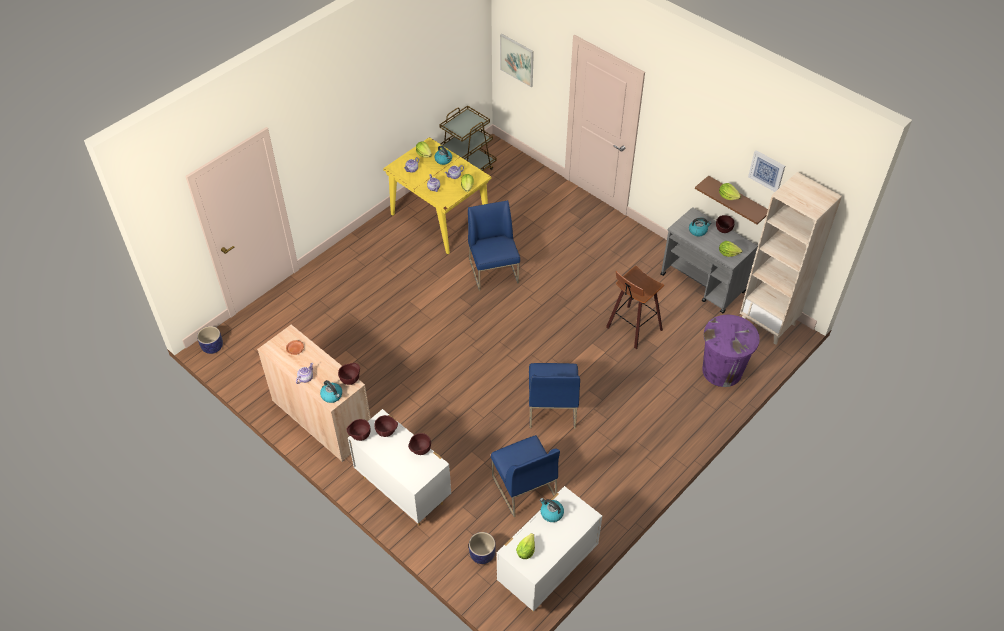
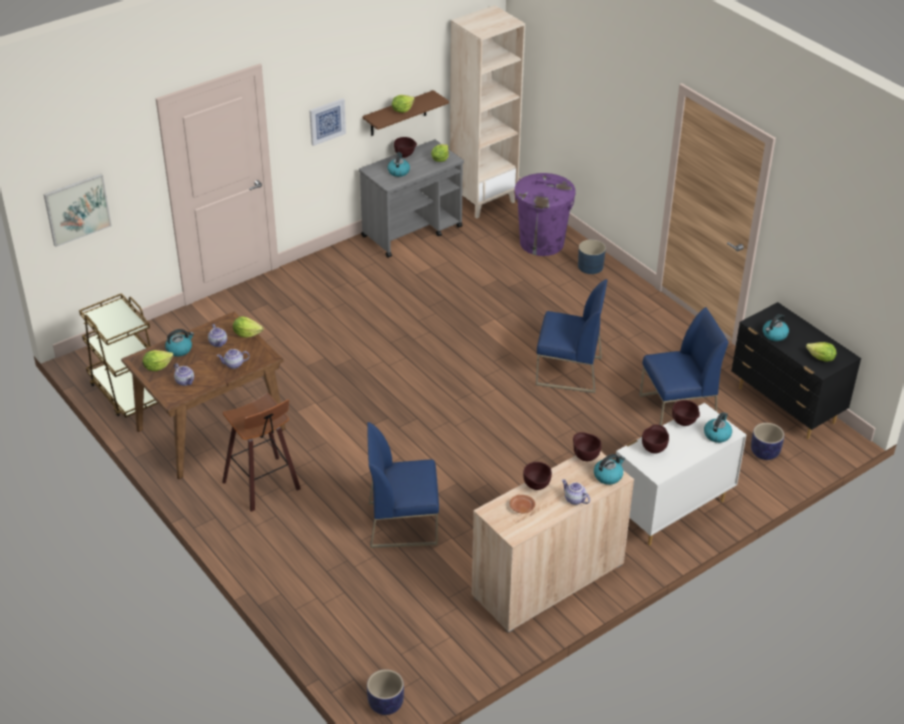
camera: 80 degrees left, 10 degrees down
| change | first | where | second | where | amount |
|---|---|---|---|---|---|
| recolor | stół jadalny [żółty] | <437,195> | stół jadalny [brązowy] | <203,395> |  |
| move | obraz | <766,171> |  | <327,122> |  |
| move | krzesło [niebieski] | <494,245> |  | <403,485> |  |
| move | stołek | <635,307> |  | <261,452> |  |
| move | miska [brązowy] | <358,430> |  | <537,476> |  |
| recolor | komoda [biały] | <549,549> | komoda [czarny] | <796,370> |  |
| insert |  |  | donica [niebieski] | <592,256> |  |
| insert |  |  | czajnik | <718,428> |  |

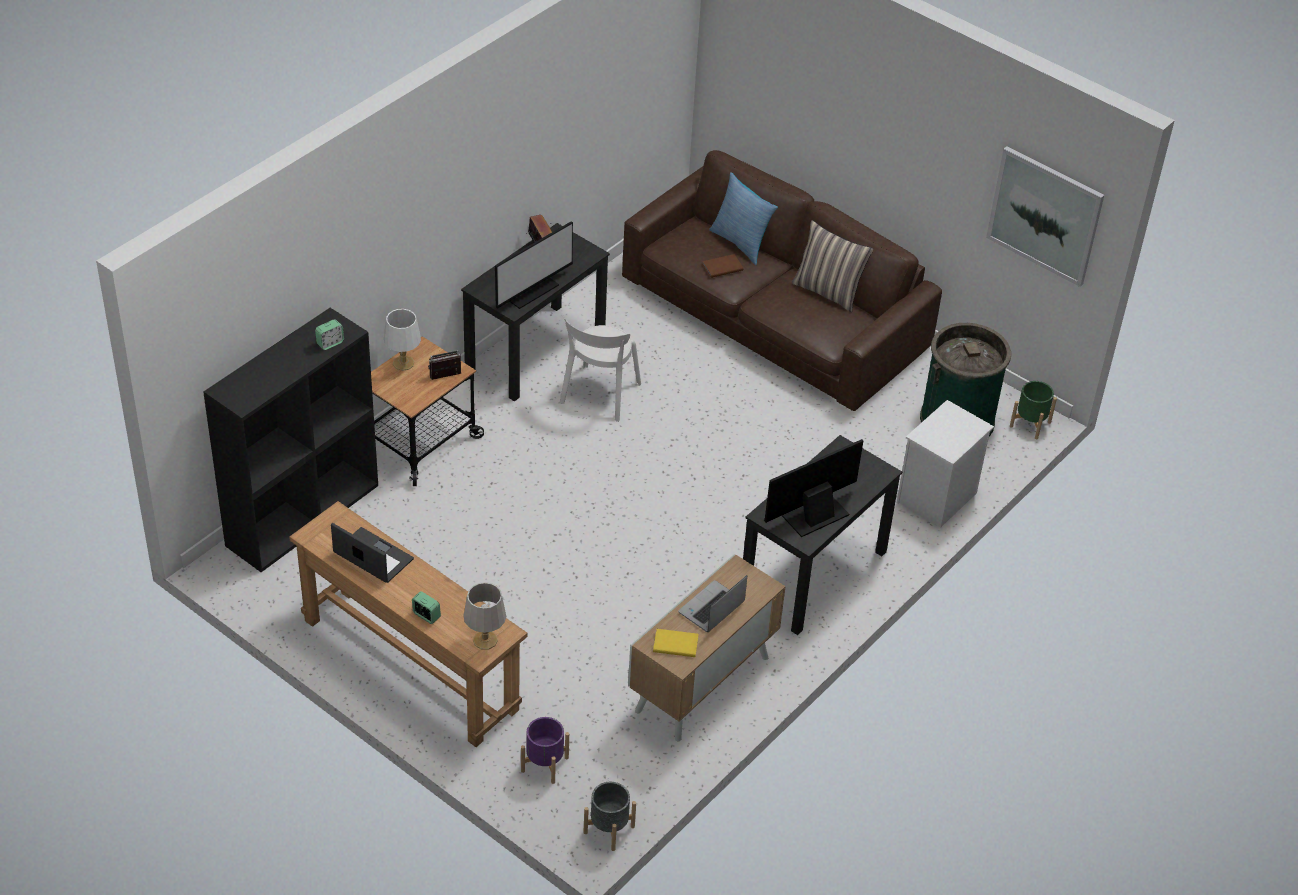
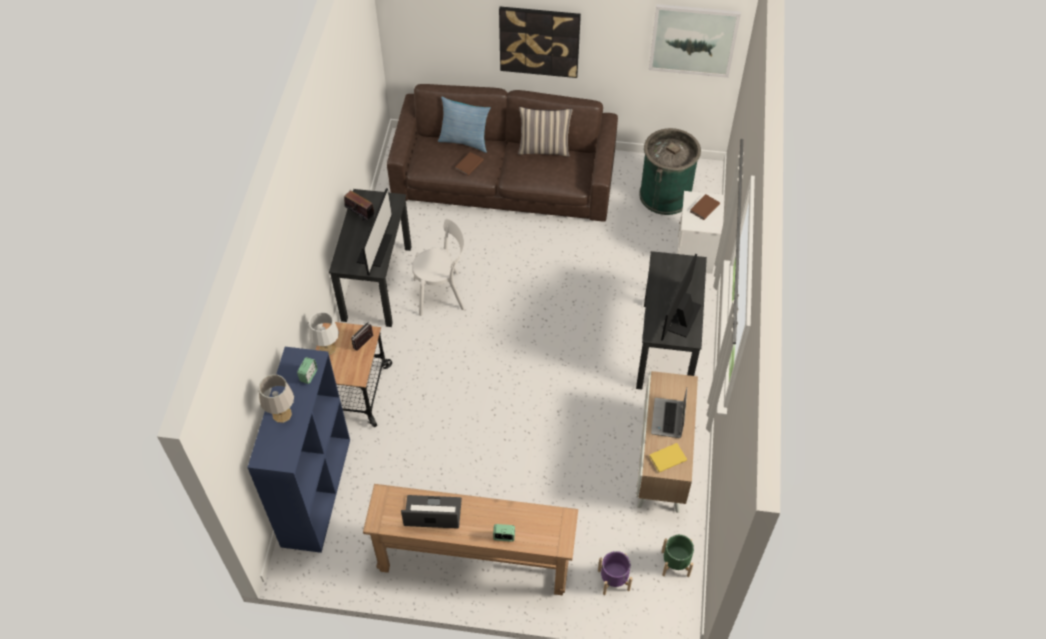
camera: 30 degrees left, 10 degrees up
| change | first | where | second | where | amount |
|---|---|---|---|---|---|
| recolor | regał [czarny] | <290,440> | regał [niebieski] | <298,450> |  |
| rotate | krzesło [biały] | <600,367> |  | <438,267> | 90 degrees counterclockwise |
| move | donica [zielony] | <1033,410> |  | <678,556> |  |
| move | lampa stołowa [szary] | <484,616> |  | <276,398> |  |
| delete | donica [szary] | <609,816> |  |  |  |
| insert |  |  | obraz | <540,42> |  |
| insert |  |  | książka [brązowy] | <705,207> |  |

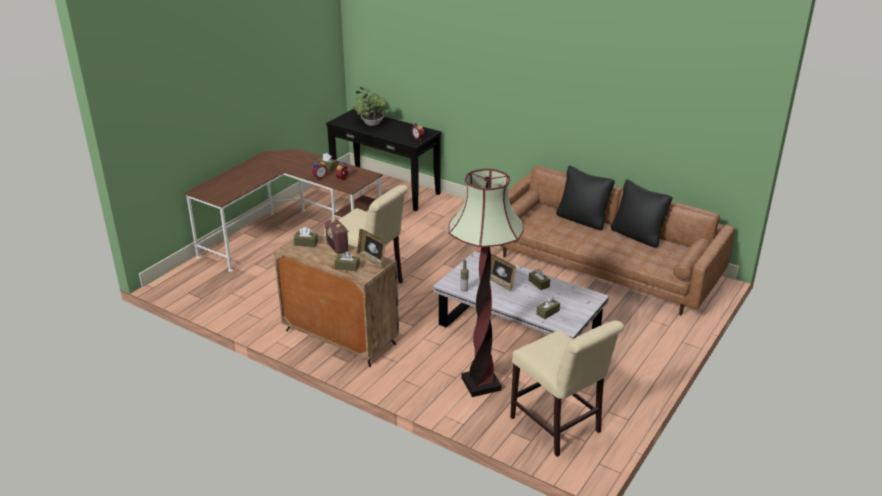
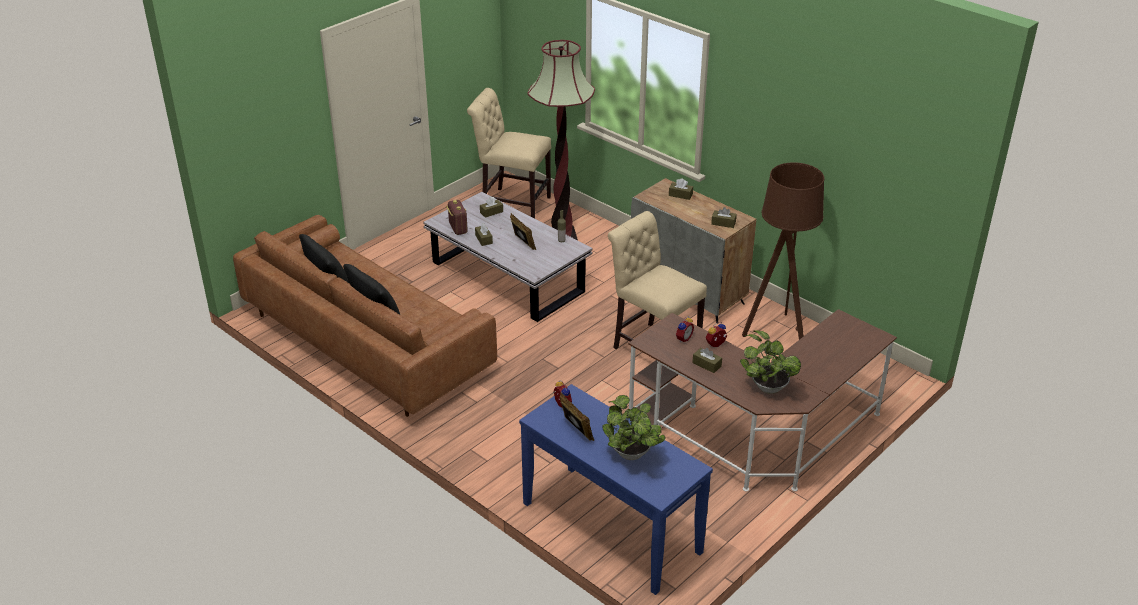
camera: 170 degrees left, 5 degrees up
| change | first | where | second | where | amount |
|---|---|---|---|---|---|
| recolor | stolik konsolowy [czarny] | <383,160> | stolik konsolowy [niebieski] | <616,489> |  |
| move | radio | <337,236> |  | <457,217> |  |
| move | ramka na zdjęcie | <371,248> |  | <576,416> |  |
| rotate | krzesło [beżowy] | <567,388> |  | <509,153> | 45 degrees counterclockwise |
| insert |  |  | lampa stojąca [brązowy] | <783,251> |  |
| insert |  |  | roślina doniczkowa | <770,362> |  |

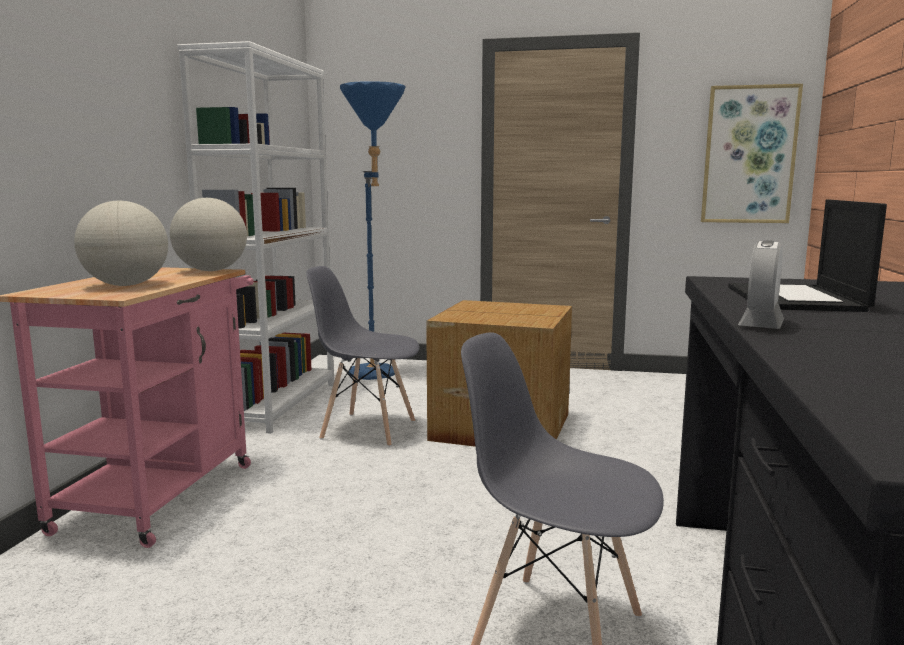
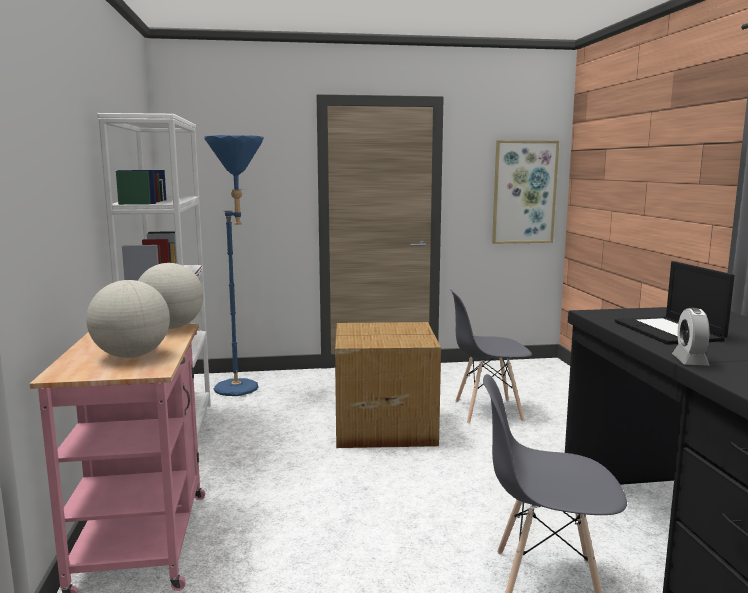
camera: 20 degrees left, 0 degrees up
| change | first | where | second | where | amount |
|---|---|---|---|---|---|
| move | krzesło [szary] | <363,356> |  | <491,356> |  |

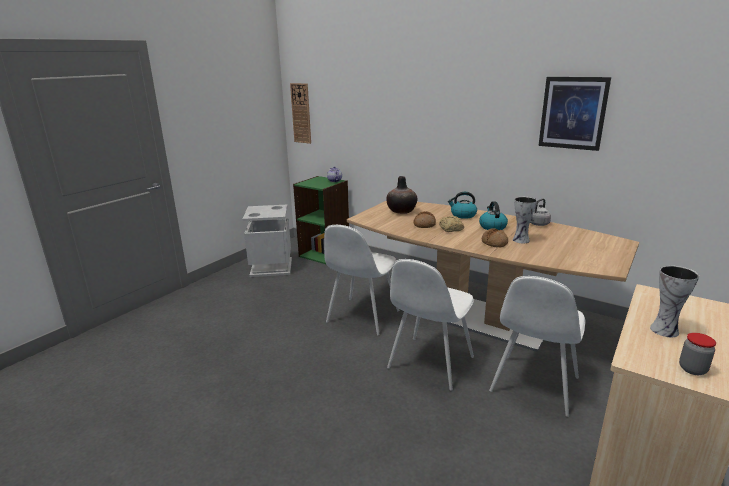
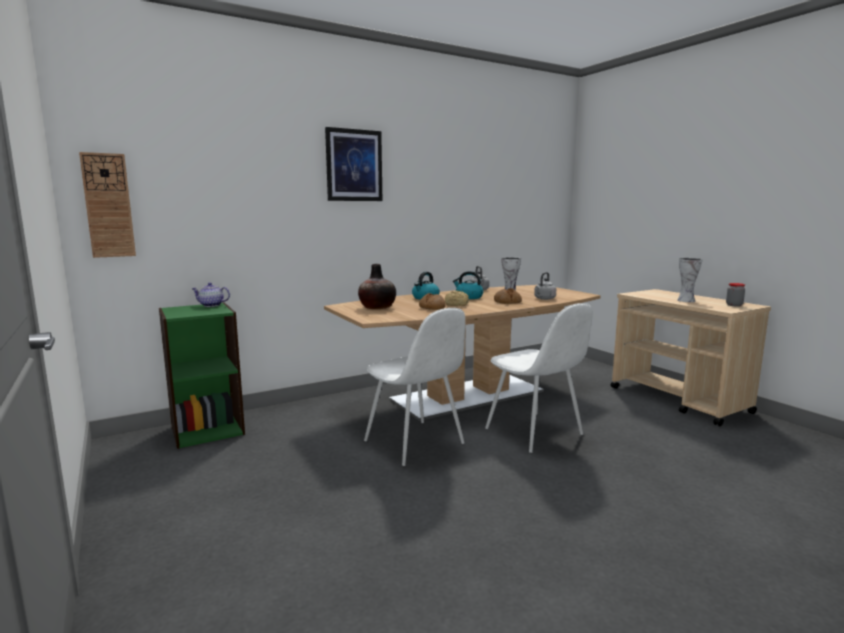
camera: 65 degrees left, 10 degrees down
| change | first | where | second | where | amount |
|---|---|---|---|---|---|
| move | obraz | <574,114> |  | <353,164> |  |
| delete | kosz na śmieci [szary] | <267,241> |  |  |  |
| delete | krzesło [biały] | <537,346> |  |  |  |
| insert |  |  | czajnik [szary] | <545,286> |  |

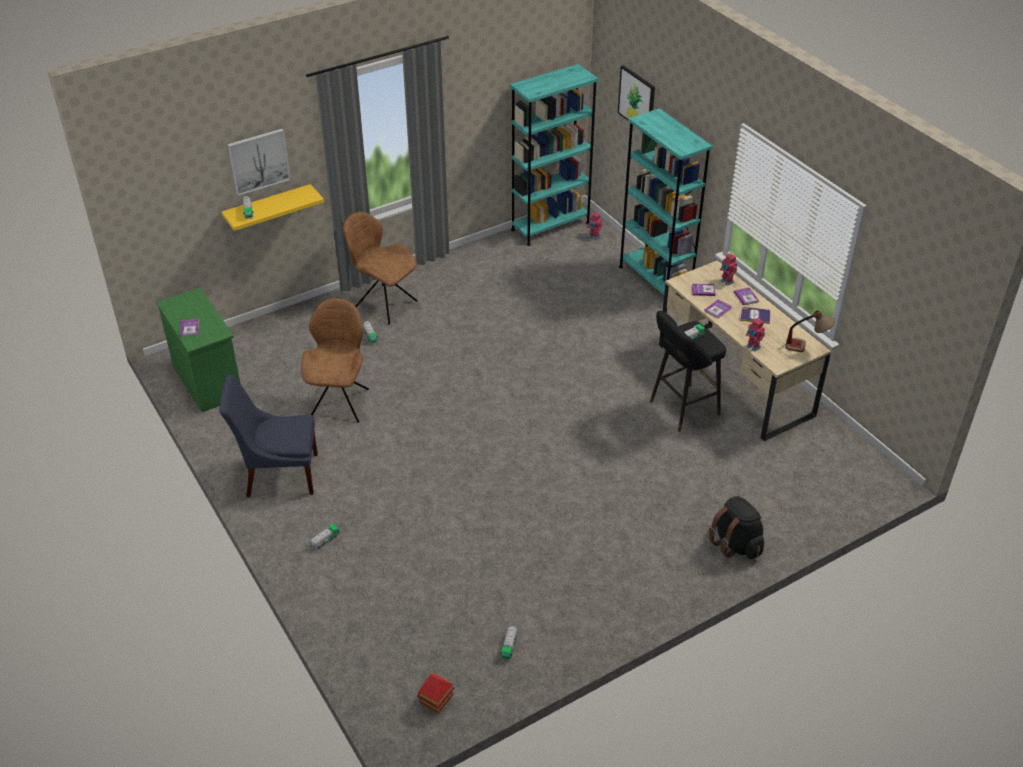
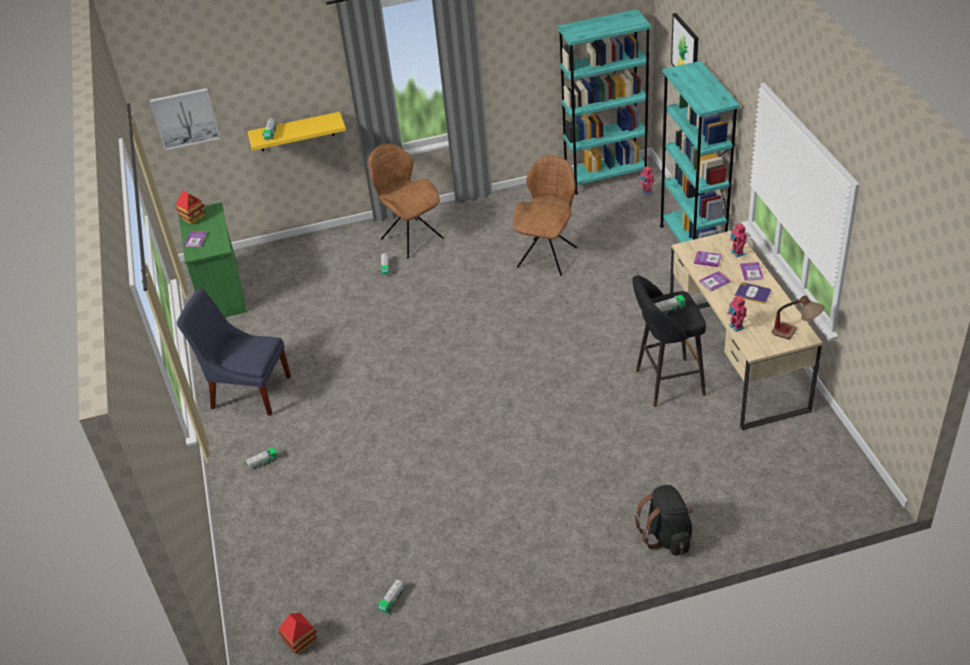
camera: 20 degrees right, 0 degrees up
| change | first | where | second | where | amount |
|---|---|---|---|---|---|
| move | obraz | <259,162> |  | <185,119> |  |
| move | krzesło [brązowy] | <335,360> |  | <545,216> |  |
| insert |  |  | domek | <190,208> |  |

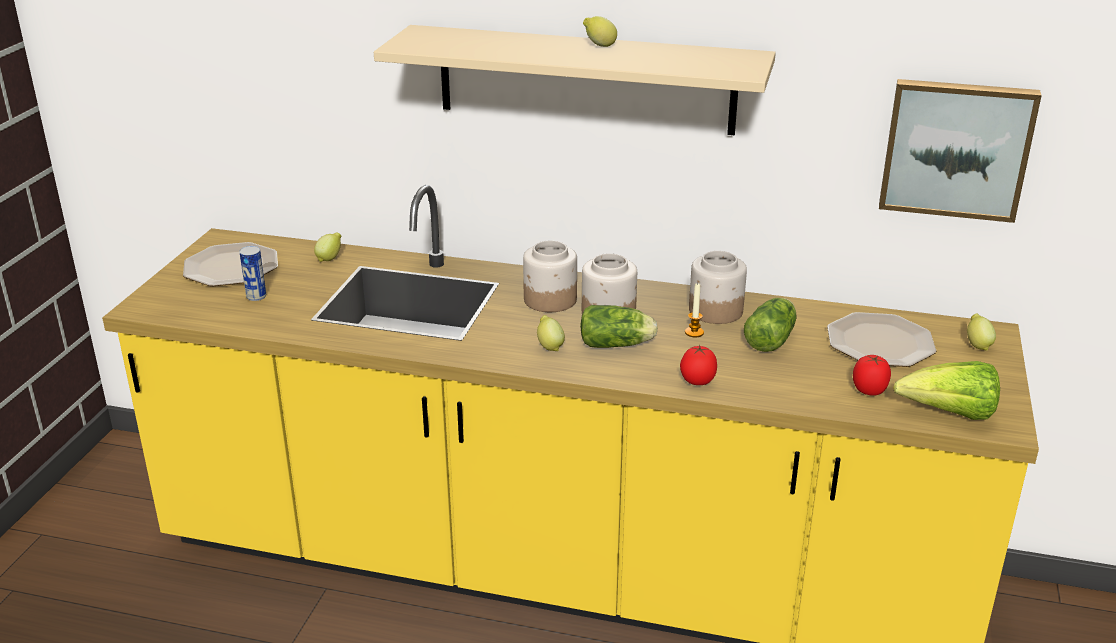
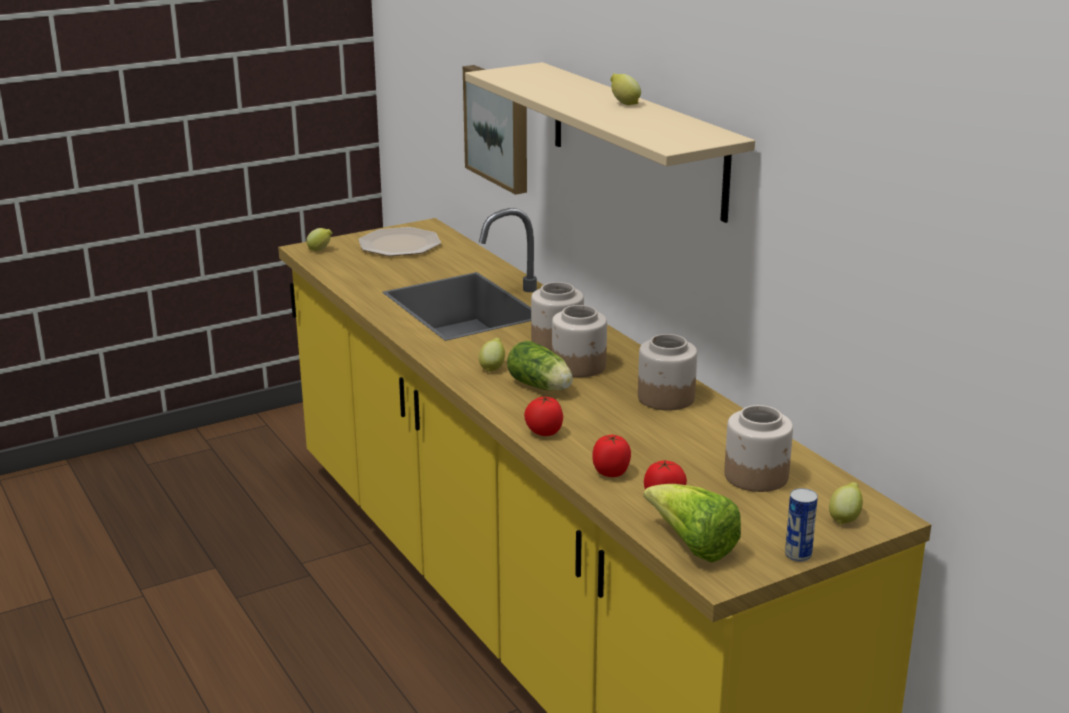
camera: 45 degrees right, 5 degrees down
| change | first | where | second | where | amount |
|---|---|---|---|---|---|
| move | obraz | <960,151> |  | <495,130> |  |
| move | cytryna | <327,247> |  | <319,239> |  |
| move | puszka | <252,273> |  | <801,525> |  |
| delete | świeca | <694,310> |  |  |  |
| delete | sałata | <770,325> |  |  |  |
| replace | talerz | <881,339> | słoik | <758,448> |  |
| insert |  |  | pomidor | <611,456> |  |

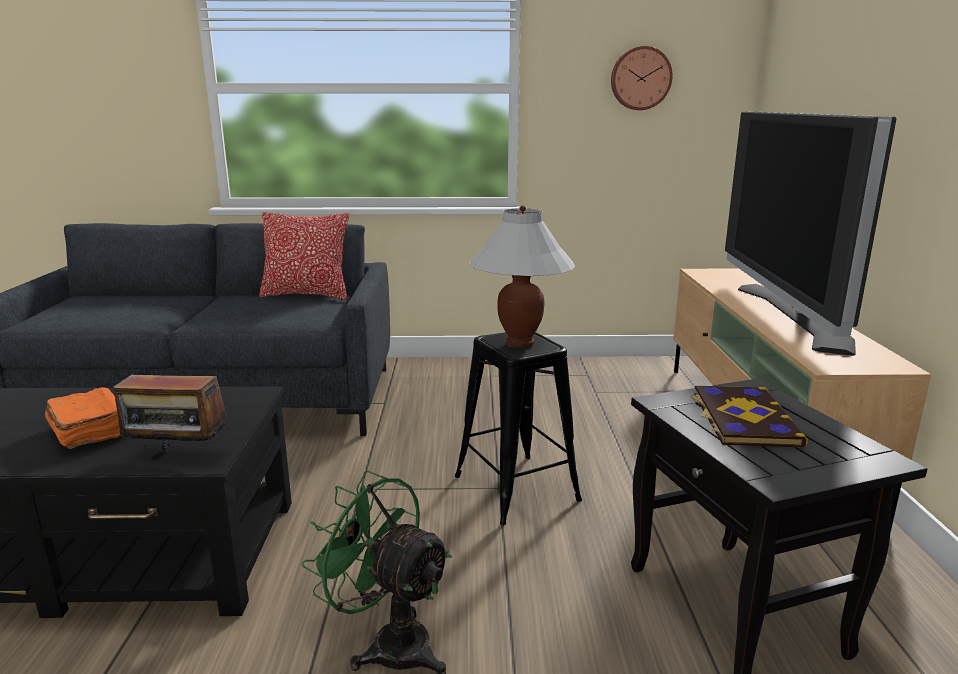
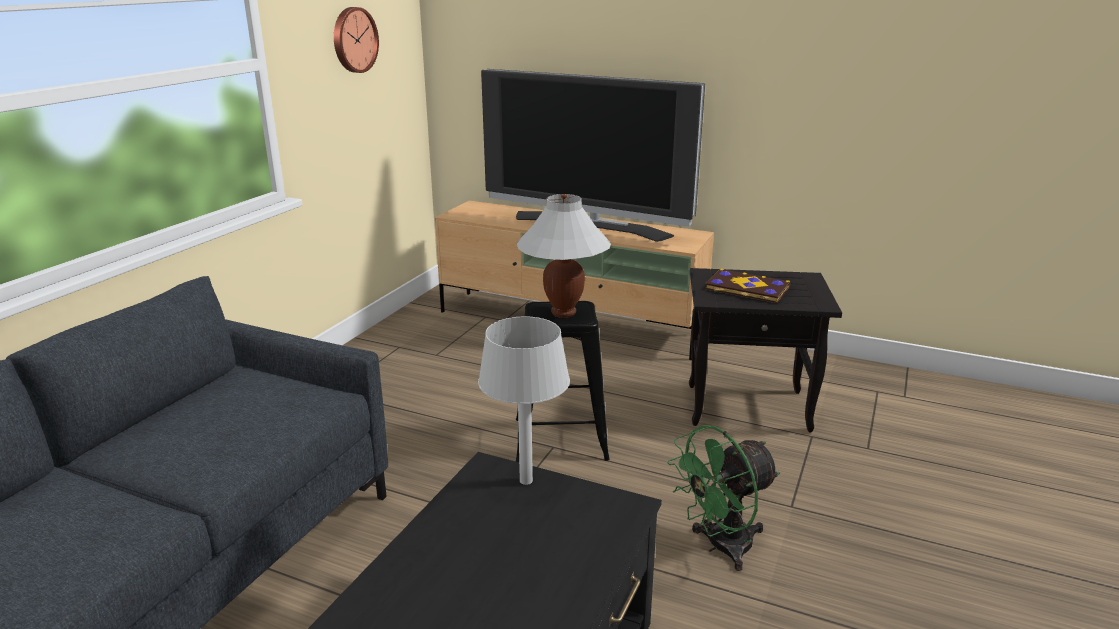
camera: 65 degrees left, 5 degrees up
| change | first | where | second | where | amount |
|---|---|---|---|---|---|
| delete | poduszka | <304,255> |  |  |  |
| delete | radio | <170,407> |  |  |  |
| delete | książka [pomarańczowy] | <83,418> |  |  |  |
| insert |  |  | lampa stołowa [szary] | <524,400> |  |

